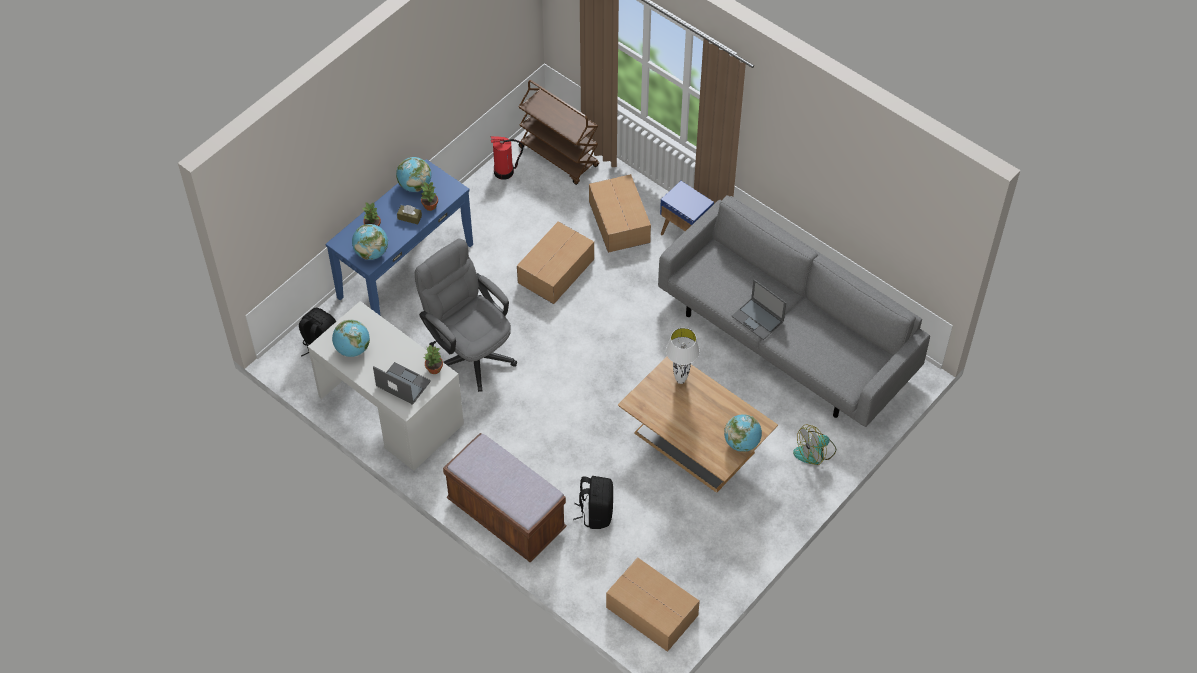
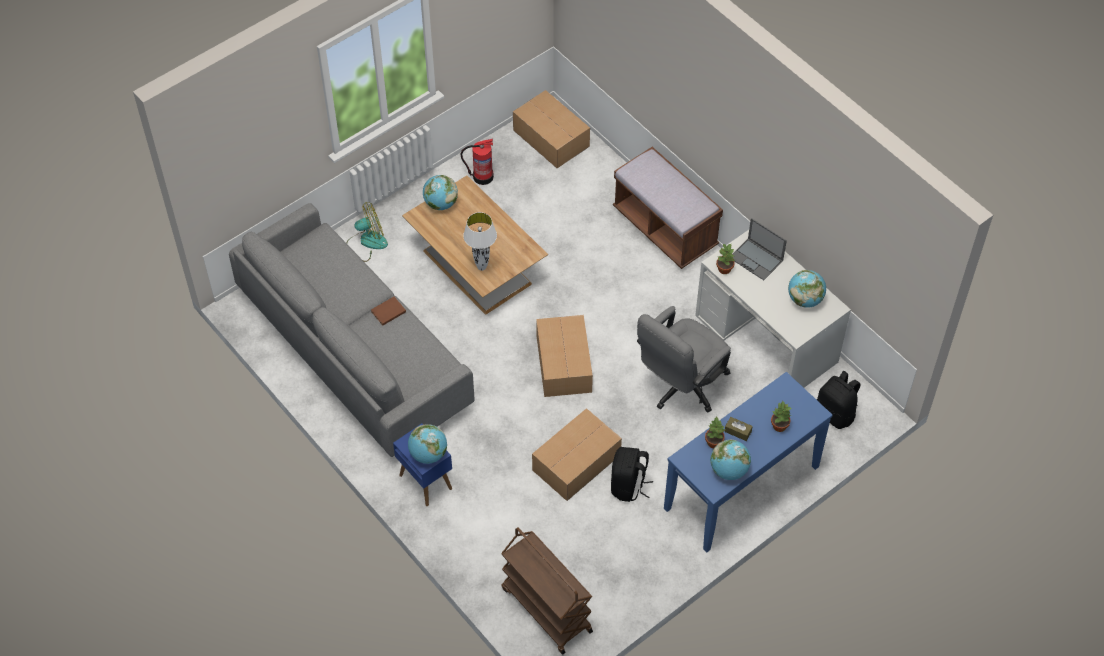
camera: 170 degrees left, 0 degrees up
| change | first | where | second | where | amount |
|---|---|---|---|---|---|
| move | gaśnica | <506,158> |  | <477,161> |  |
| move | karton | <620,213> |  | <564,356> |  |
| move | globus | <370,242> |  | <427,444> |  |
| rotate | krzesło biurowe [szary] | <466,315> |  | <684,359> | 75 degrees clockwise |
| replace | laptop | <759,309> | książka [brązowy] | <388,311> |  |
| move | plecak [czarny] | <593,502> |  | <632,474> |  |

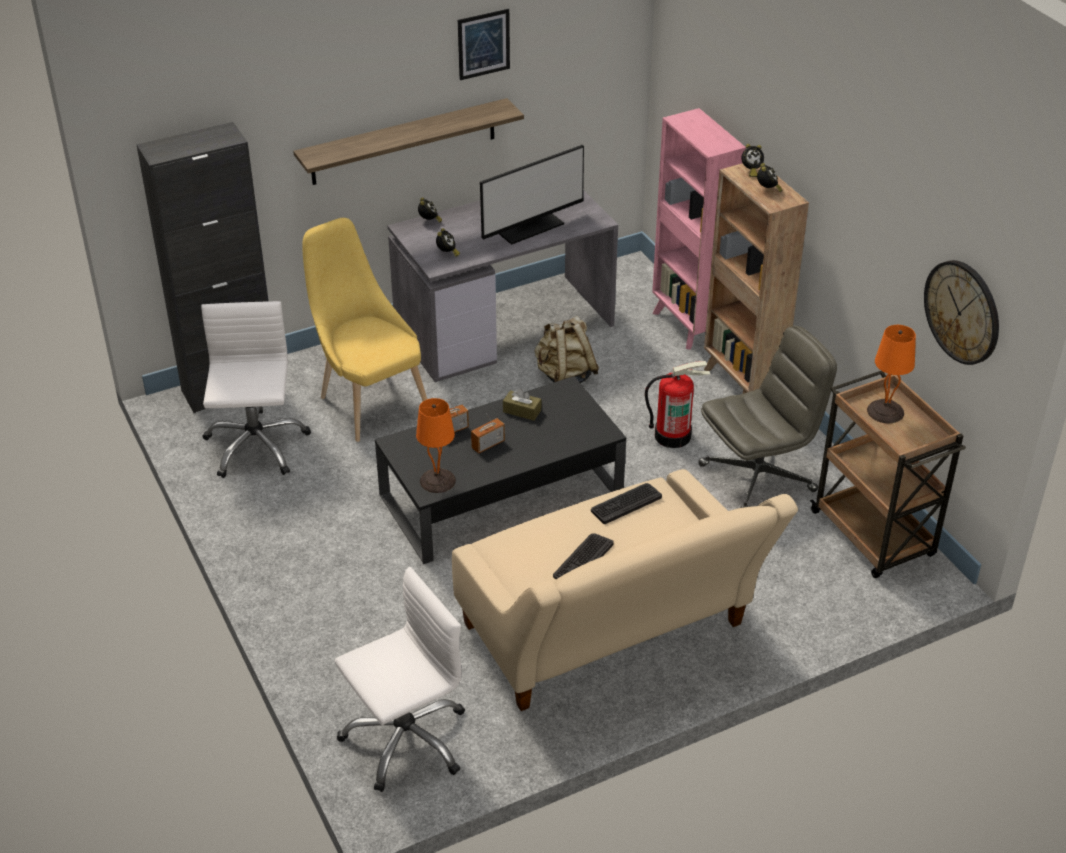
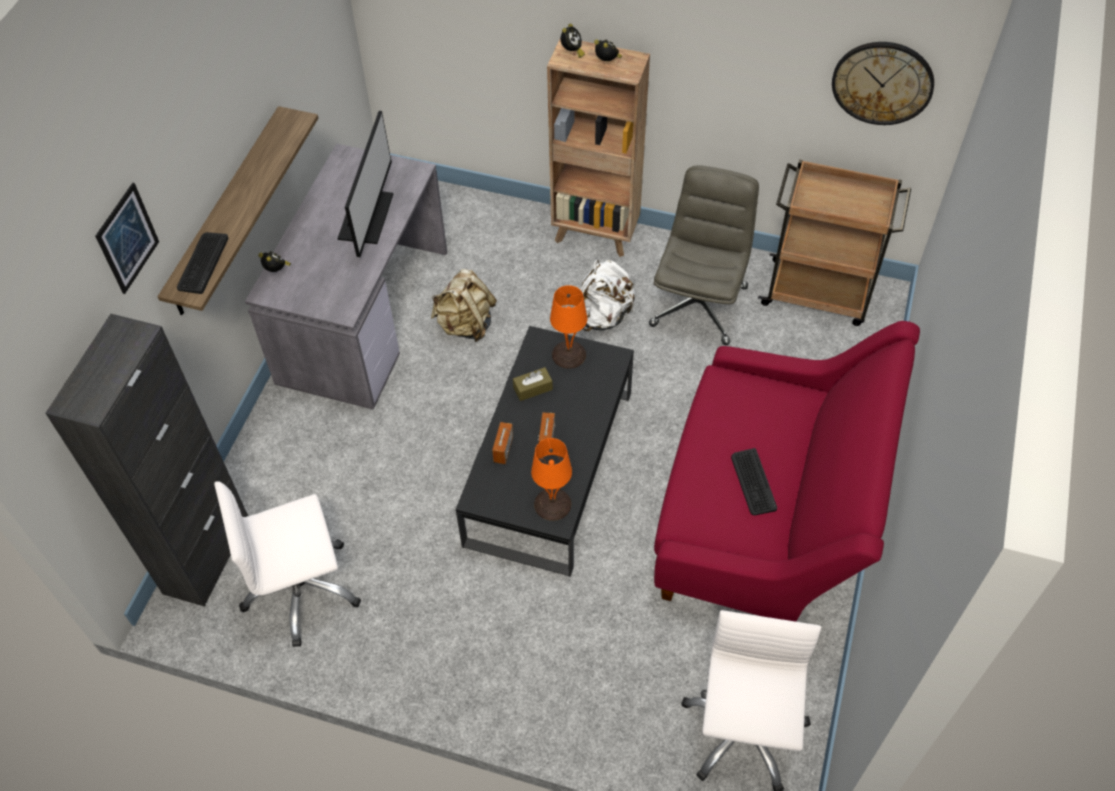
camera: 45 degrees left, 15 degrees up
| change | first | where | second | where | amount |
|---|---|---|---|---|---|
| move | obraz | <484,44> |  | <127,238> |  |
| delete | regał [różowy] | <699,229> |  |  |  |
| delete | krzesło [żółty] | <364,330> |  |  |  |
| delete | budzik | <448,242> |  |  |  |
| rotate | krzesło biurowe [biały] | <256,389> |  | <287,564> | 60 degrees counterclockwise |
| move | lampa stołowa [pomarańczowy] | <891,374> |  | <568,327> |  |
| replace | gaśnica | <677,404> | plecak [biały] | <608,295> |  |
| recolor | kanapa [beżowy] | <625,590> | kanapa [czerwony] | <787,471> |  |
| move | klawiatura | <626,503> |  | <203,263> |  |

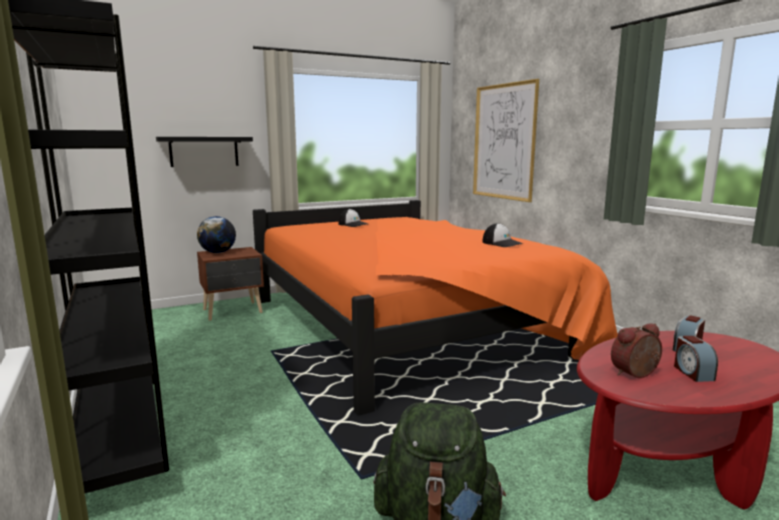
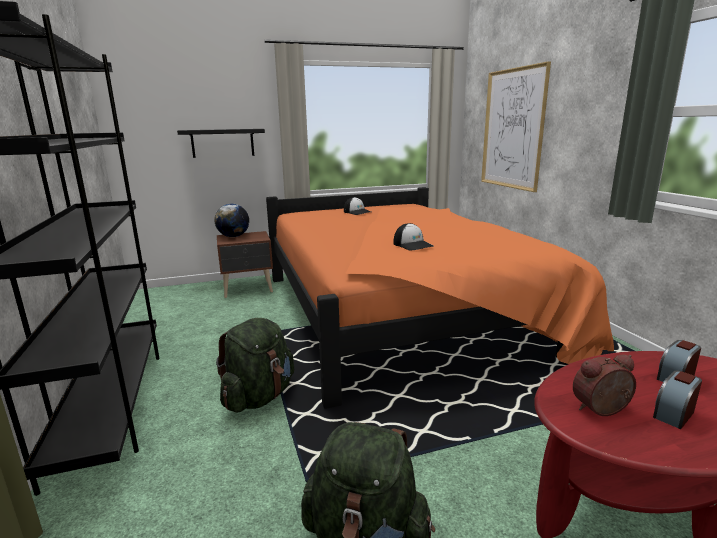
camera: 10 degrees right, 5 degrees up
| change | first | where | second | where | amount |
|---|---|---|---|---|---|
| move | czapka z daszkiem | <502,235> |  | <413,237> |  |
| rotate | budzik | <696,359> |  | <677,400> | 45 degrees clockwise |
| insert |  |  | plecak [zielony] | <255,365> |  |

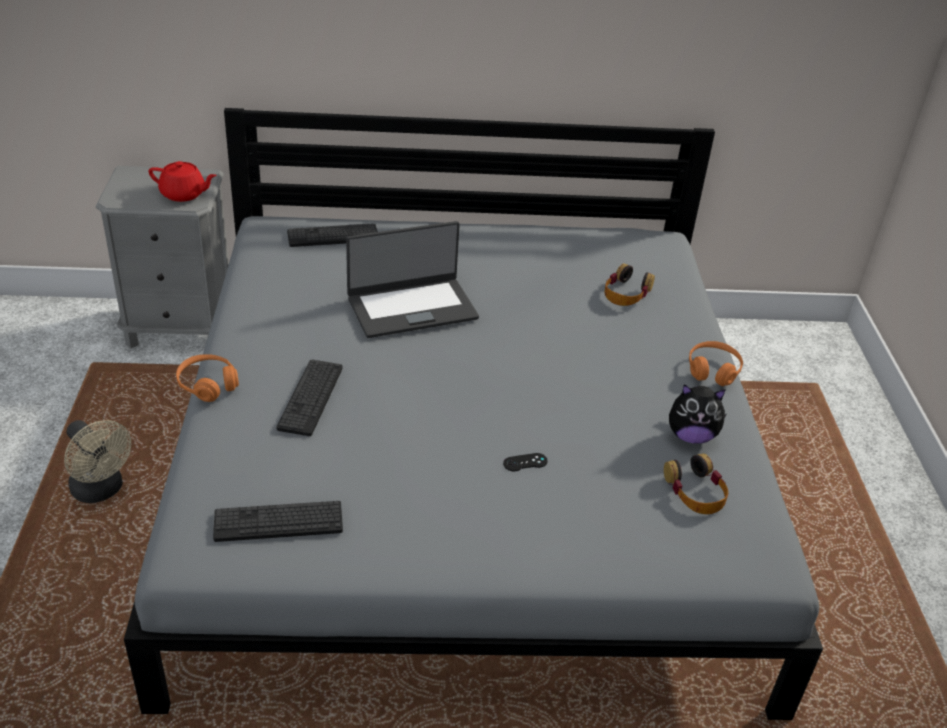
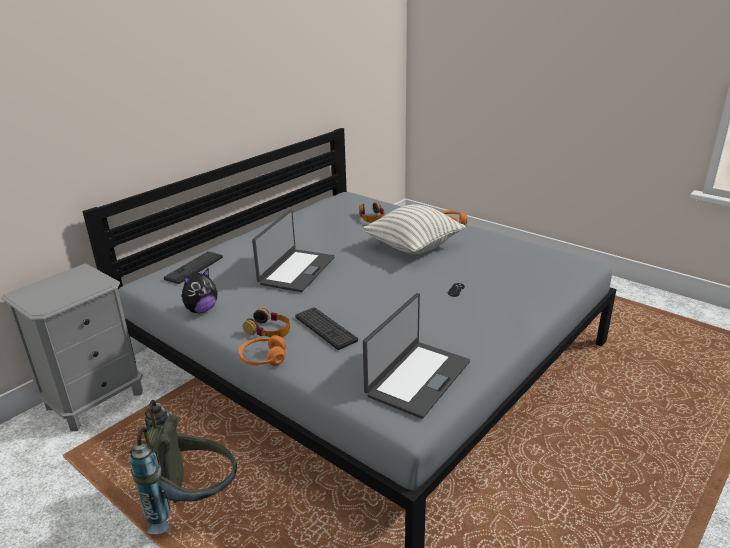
camera: 45 degrees left, 10 degrees down
| change | first | where | second | where | amount |
|---|---|---|---|---|---|
| delete | imbryk [czerwony] | <183,181> |  |  |  |
| move | pluszak | <698,414> |  | <199,290> |  |
| replace | wentylator [beżowy] | <97,461> | plecak [szary] | <183,467> |  |
| move | słuchawki | <696,483> |  | <266,322> |  |
| replace | klawiatura | <278,521> | laptop | <416,356> |  |
| insert |  |  | poduszka | <413,229> |  |

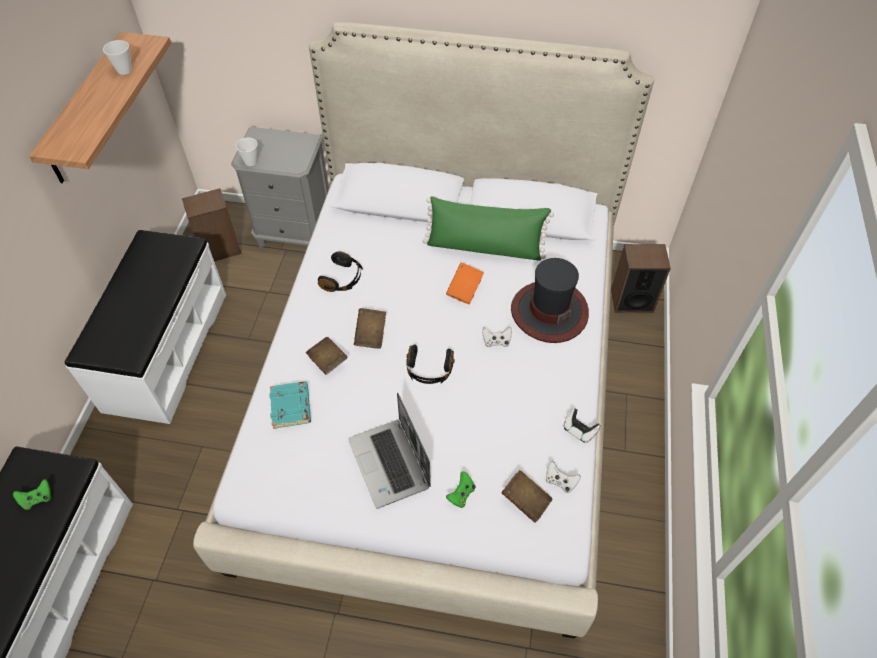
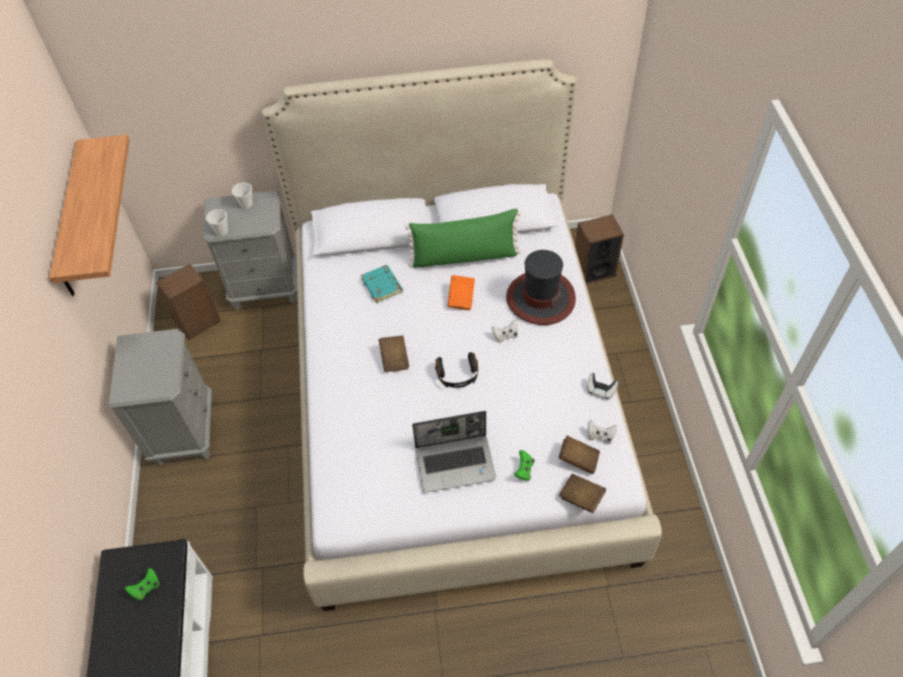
camera: 15 degrees left, 0 degrees up
| change | first | where | second | where | amount |
|---|---|---|---|---|---|
| move | filiżanka | <117,57> |  | <242,196> |  |
| replace | ławka [biały] | <145,327> | szafka nocna [szary] | <161,397> |  |
| delete | słuchawki [czarny] | <340,271> |  |  |  |
| move | książka [brązowy] | <326,356> |  | <582,493> |  |
| move | książka [turkusowy] | <290,405> |  | <382,284> |  |
| rotate | laptop | <389,450> |  | <454,452> | 60 degrees counterclockwise |

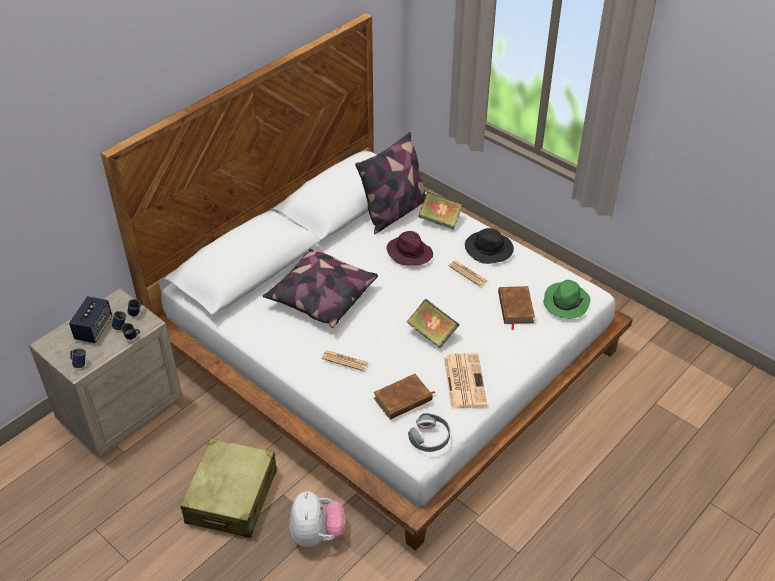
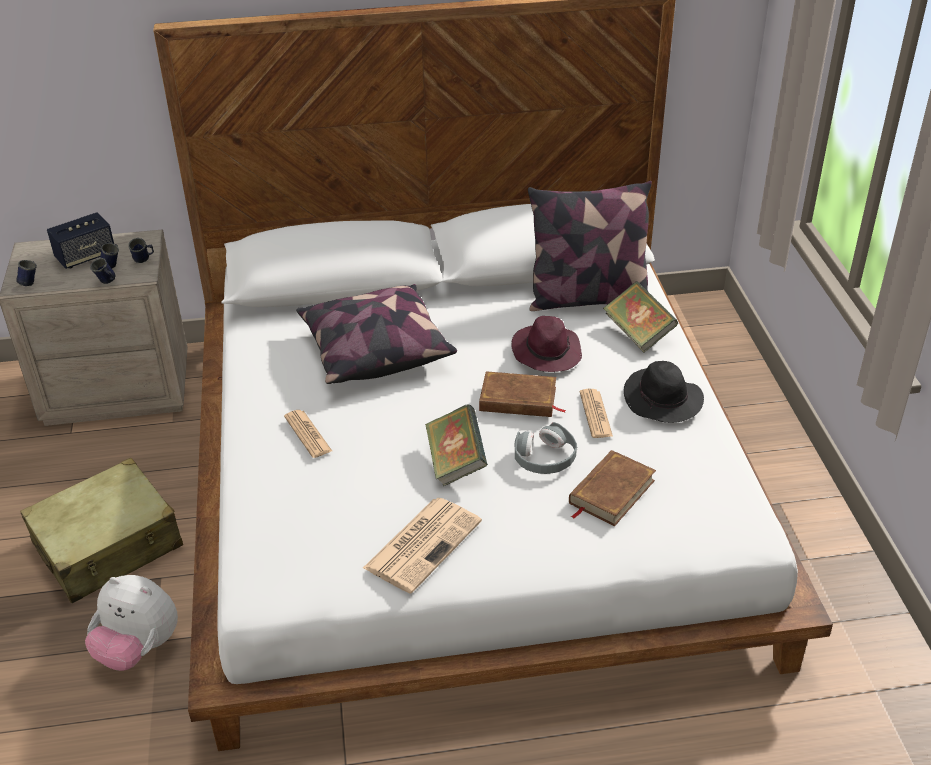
camera: 40 degrees right, 5 degrees down
| change | first | where | second | where | amount |
|---|---|---|---|---|---|
| delete | kapelusz [zielony] | <566,299> |  |  |  |
| move | książka [brązowy] | <404,397> |  | <522,394> |  |
| move | słuchawki [szary] | <429,432> |  | <545,448> |  |
| rotate | pluszak | <317,519> |  | <131,623> | 75 degrees clockwise |

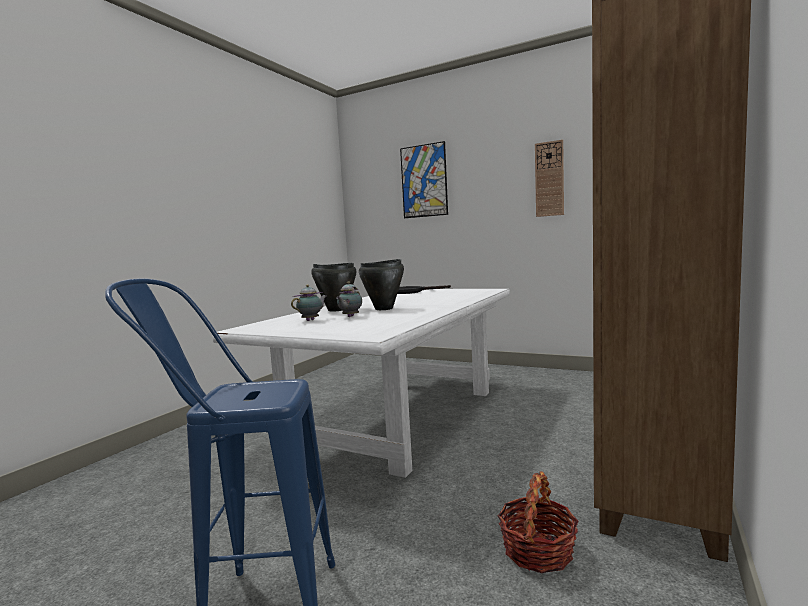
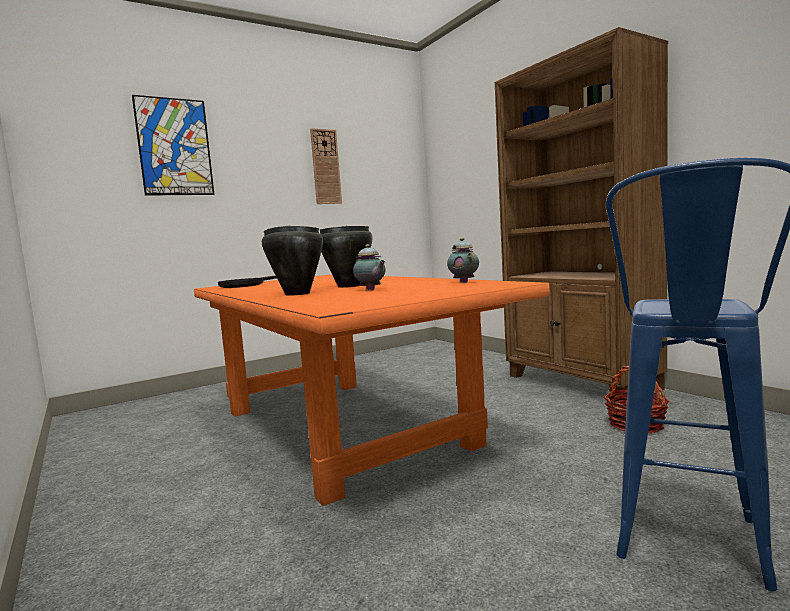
camera: 60 degrees left, 0 degrees up
| change | first | where | second | where | amount |
|---|---|---|---|---|---|
| move | imbryk | <309,303> |  | <463,260> |  |
| recolor | stół jadalny [biały] | <361,383> | stół jadalny [pomarańczowy] | <372,390> |  |

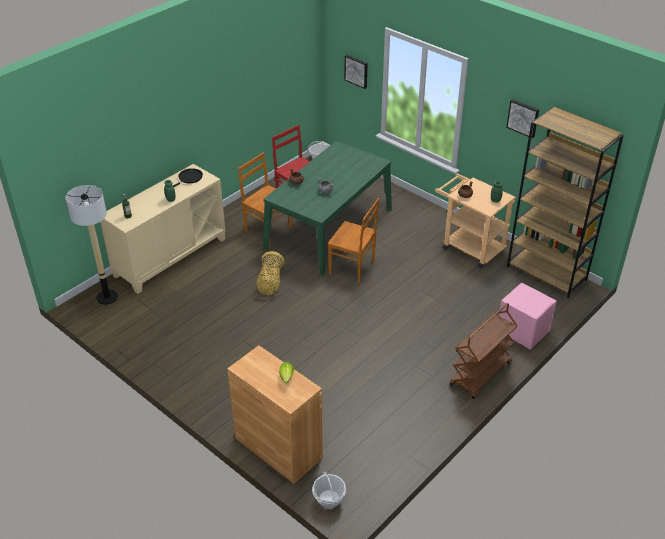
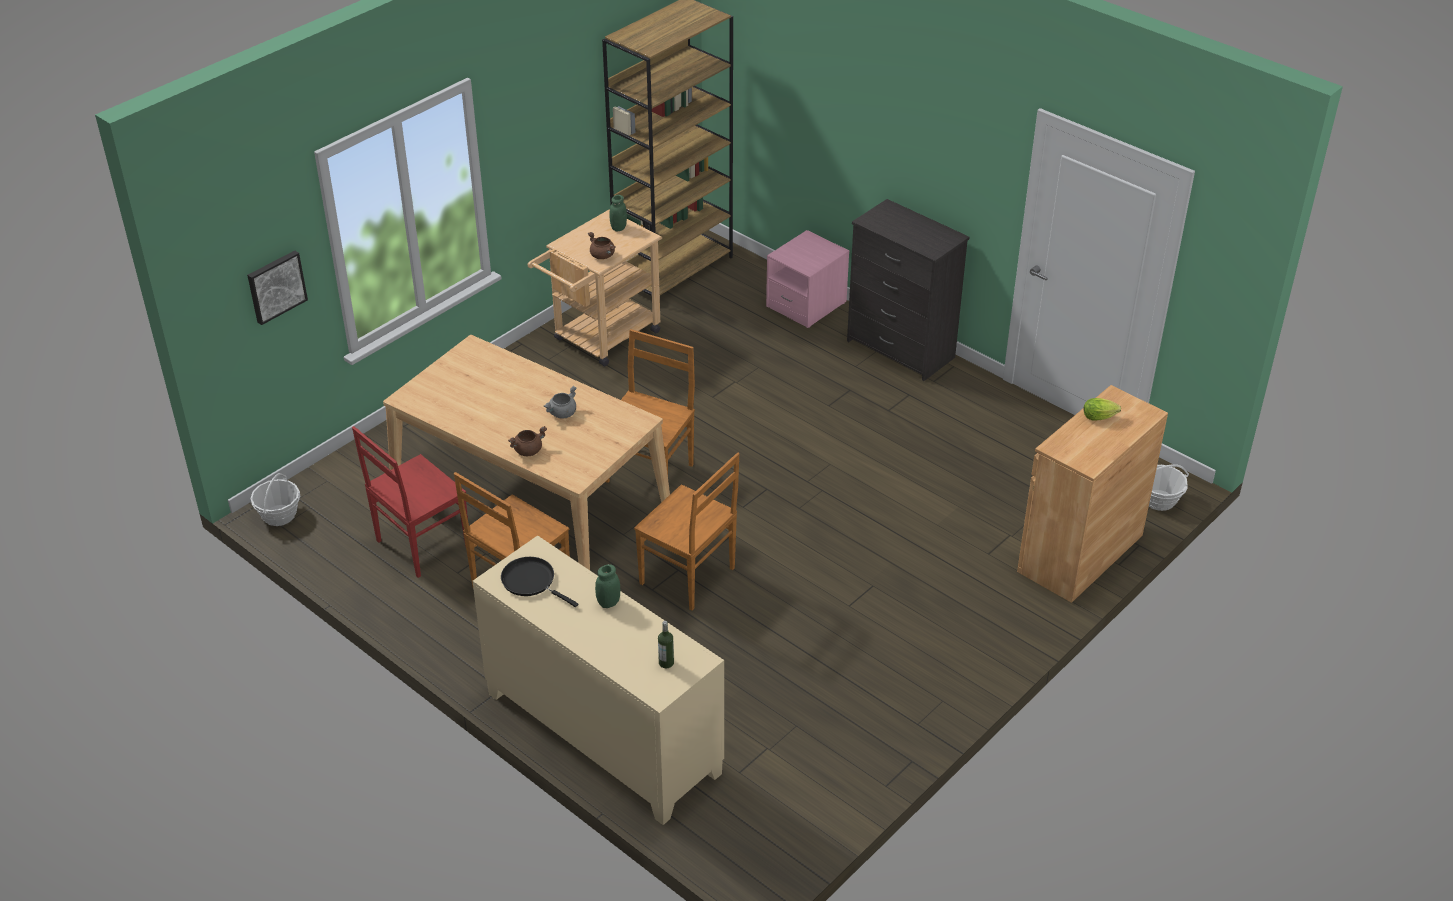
camera: 90 degrees left, 0 degrees up
| change | first | where | second | where | amount |
|---|---|---|---|---|---|
| delete | obraz | <522,118> |  |  |  |
| recolor | stół jadalny [zielony] | <327,208> | stół jadalny [beżowy] | <526,452> |  |
| delete | lampa stojąca | <92,245> |  |  |  |
| replace | koszyk | <270,273> | krzesło [brązowy] | <687,531> |  |
| replace | wózek [brązowy] | <484,351> | komoda [czarny] | <908,290> |  |

